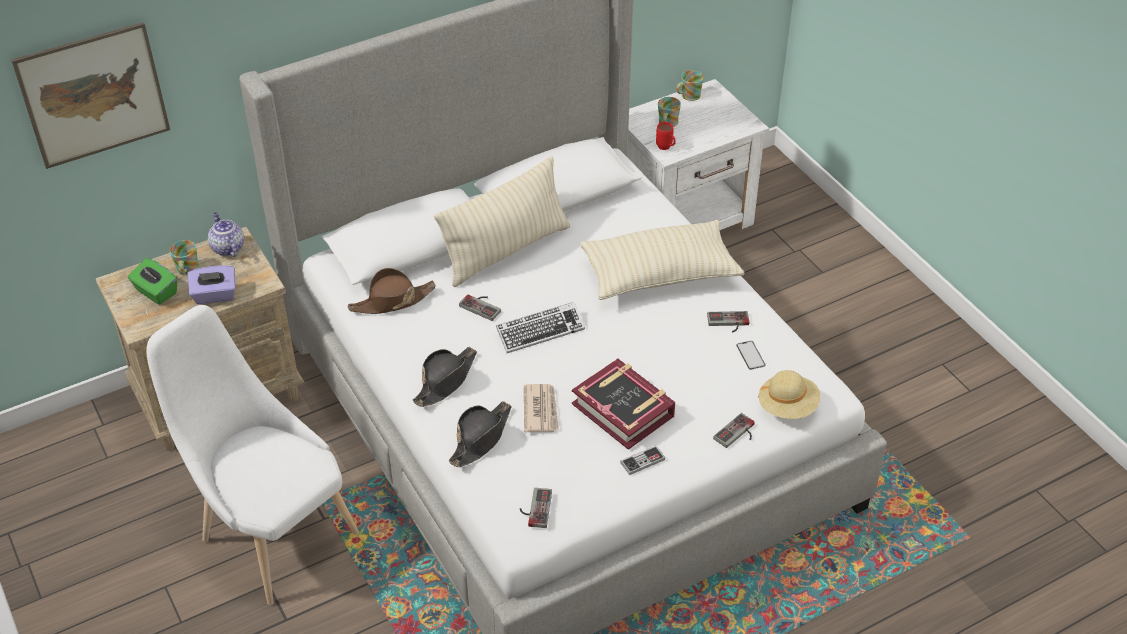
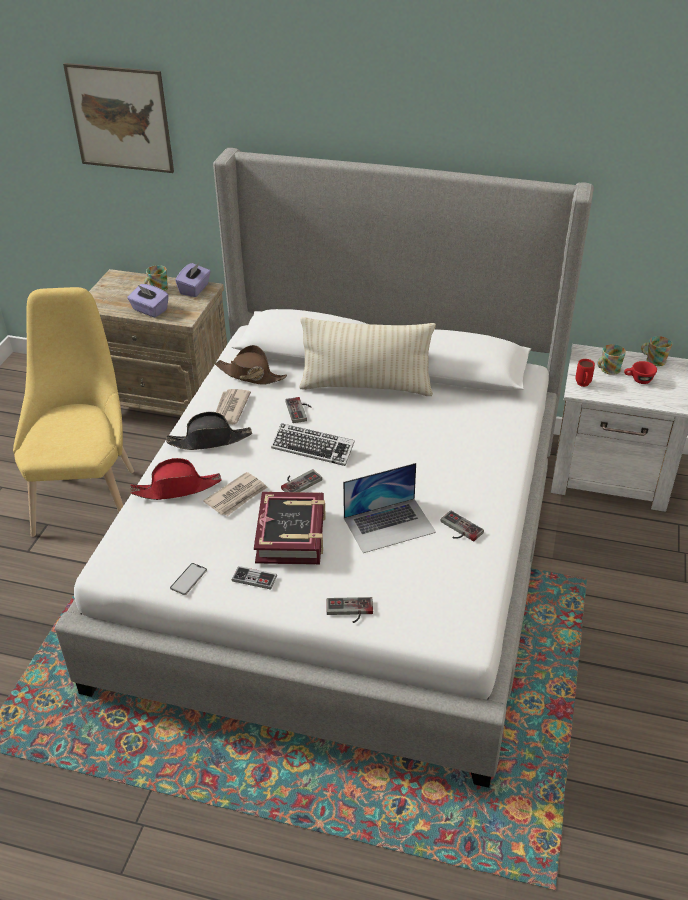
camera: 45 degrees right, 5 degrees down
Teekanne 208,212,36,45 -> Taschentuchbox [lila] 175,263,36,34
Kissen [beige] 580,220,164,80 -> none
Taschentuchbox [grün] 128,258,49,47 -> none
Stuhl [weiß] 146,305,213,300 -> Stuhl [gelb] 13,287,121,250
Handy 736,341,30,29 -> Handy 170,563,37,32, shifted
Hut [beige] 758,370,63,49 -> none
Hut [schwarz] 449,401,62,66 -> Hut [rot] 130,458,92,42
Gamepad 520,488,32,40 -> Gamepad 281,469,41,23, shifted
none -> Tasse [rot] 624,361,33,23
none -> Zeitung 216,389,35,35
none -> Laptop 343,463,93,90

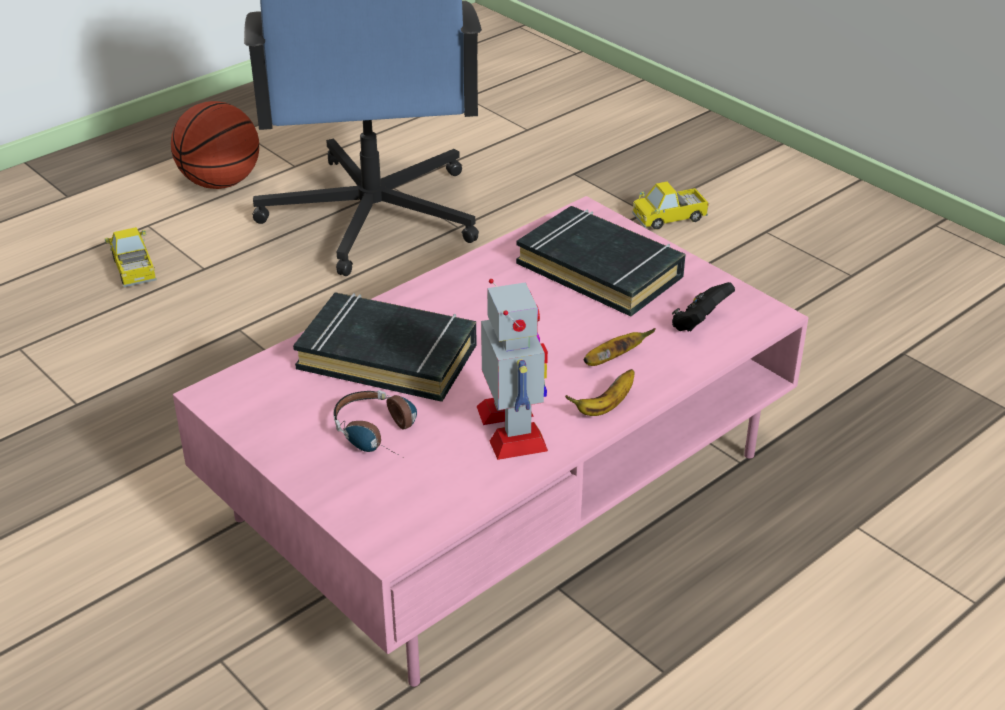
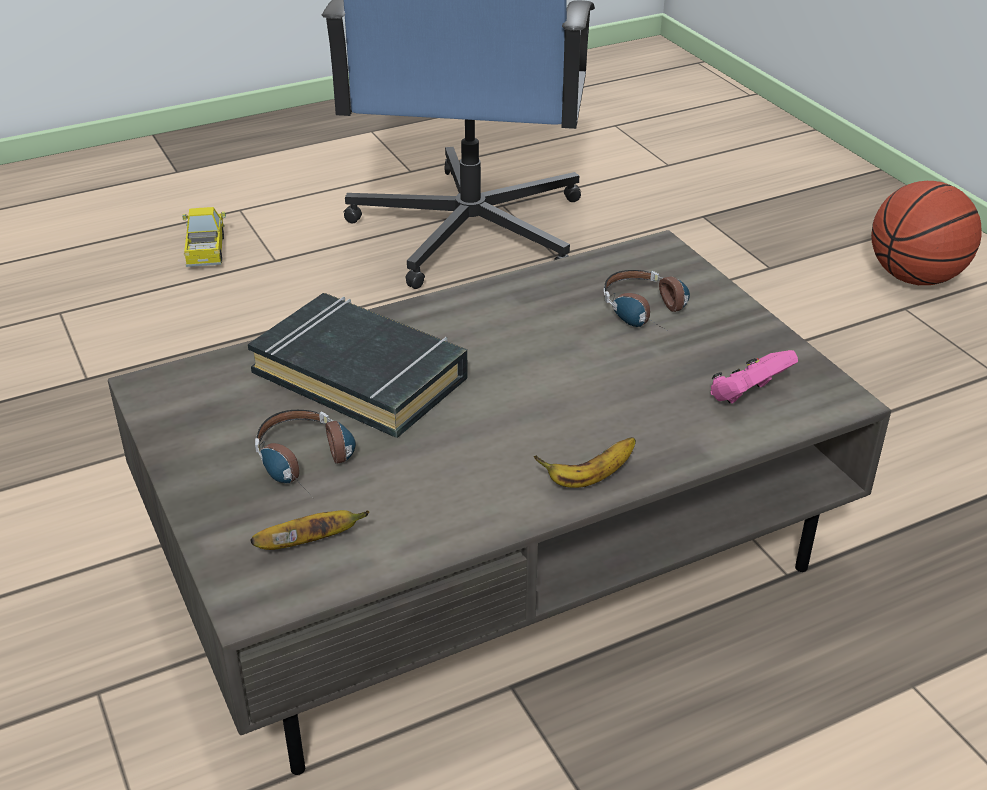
camera: 15 degrees right, 0 degrees up
Basketball 171,101,88,88 -> Basketball 871,181,111,104, shifted
Spielzeuglaster 632,182,77,48 -> none
Couchtisch [rosa] 173,196,635,491 -> Couchtisch [grau] 108,230,783,545
Buch [schwarz] 516,206,170,111 -> Kopfhörer 604,270,86,62
Spielzeugroboter 477,279,71,181 -> none
Gamepad [schwarz] 672,282,63,50 -> Gamepad [rosa] 710,350,88,54
Banane 584,328,71,38 -> Banane 250,510,119,40, shifted

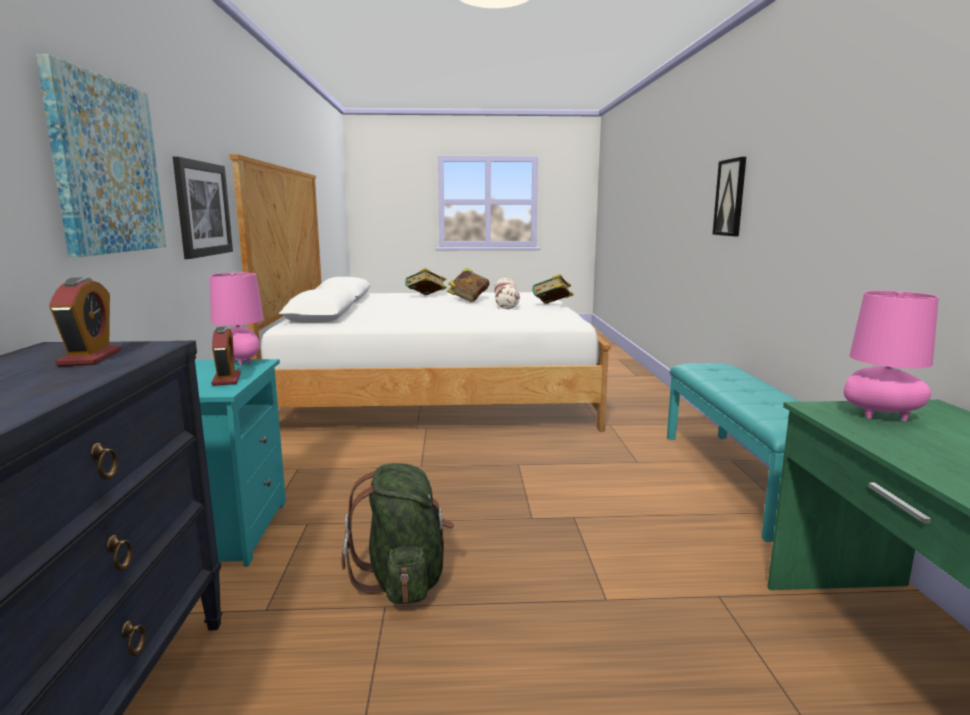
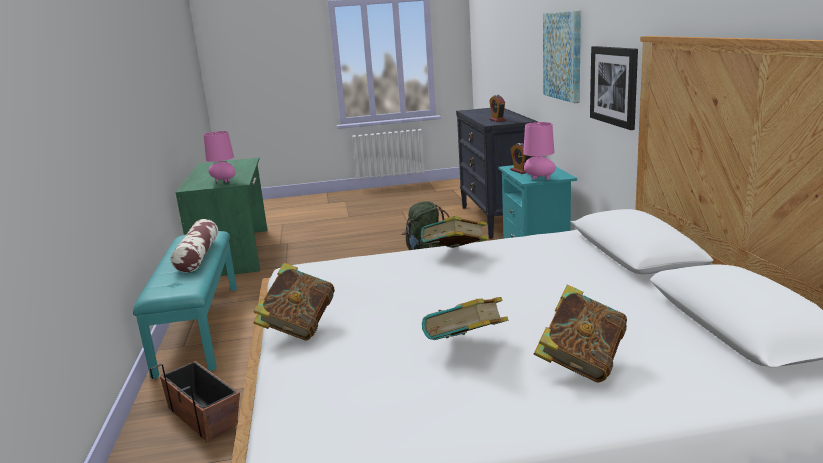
camera: 175 degrees right, 5 degrees up
Bild 712,157,34,79 -> none
Kissen 494,278,26,31 -> Kissen 171,219,47,54, shifted
none -> Buch 421,216,68,32
none -> Pflanzkübel 150,361,90,80

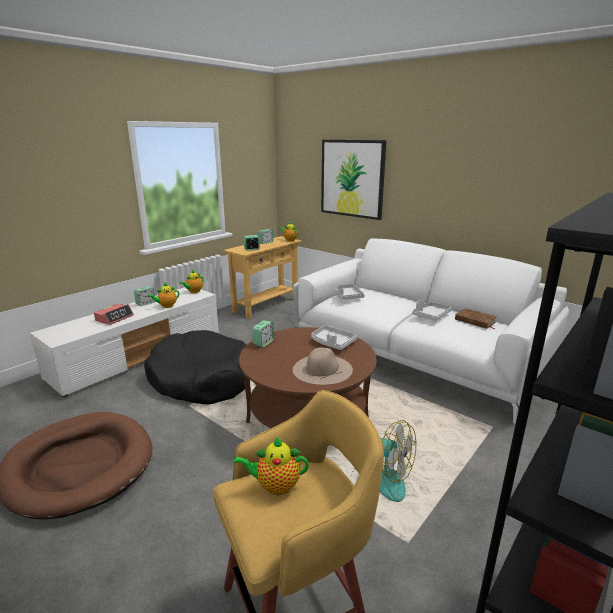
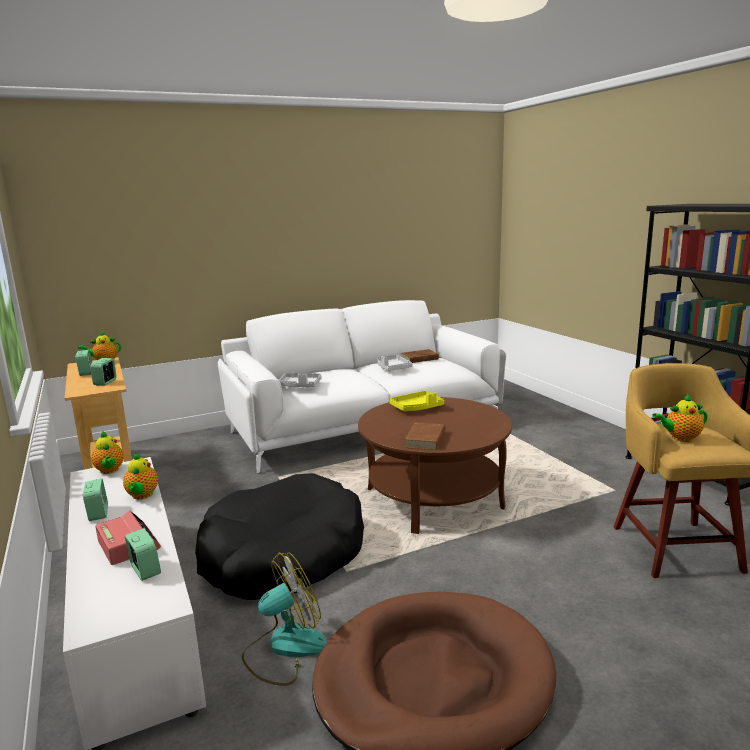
camera: 65 degrees left, 5 degrees down
Bild 321,140,66,80 -> none
Wecker 252,320,22,27 -> Wecker 125,528,36,53, shifted
Tablett [grau] 311,325,46,25 -> Tablett [gelb] 389,391,55,20
Hut [beige] 293,347,60,38 -> none
Ventilator 351,420,65,82 -> Ventilator 242,553,86,133, shifted
Teekanne 233,437,76,58 -> Teekanne 652,394,56,48, 60 degrees clockwise
none -> Buch [braun] 404,422,41,28

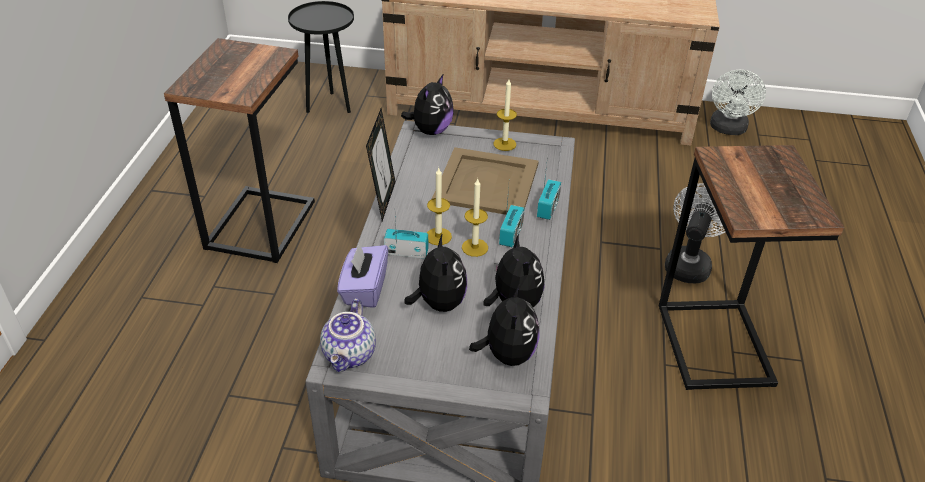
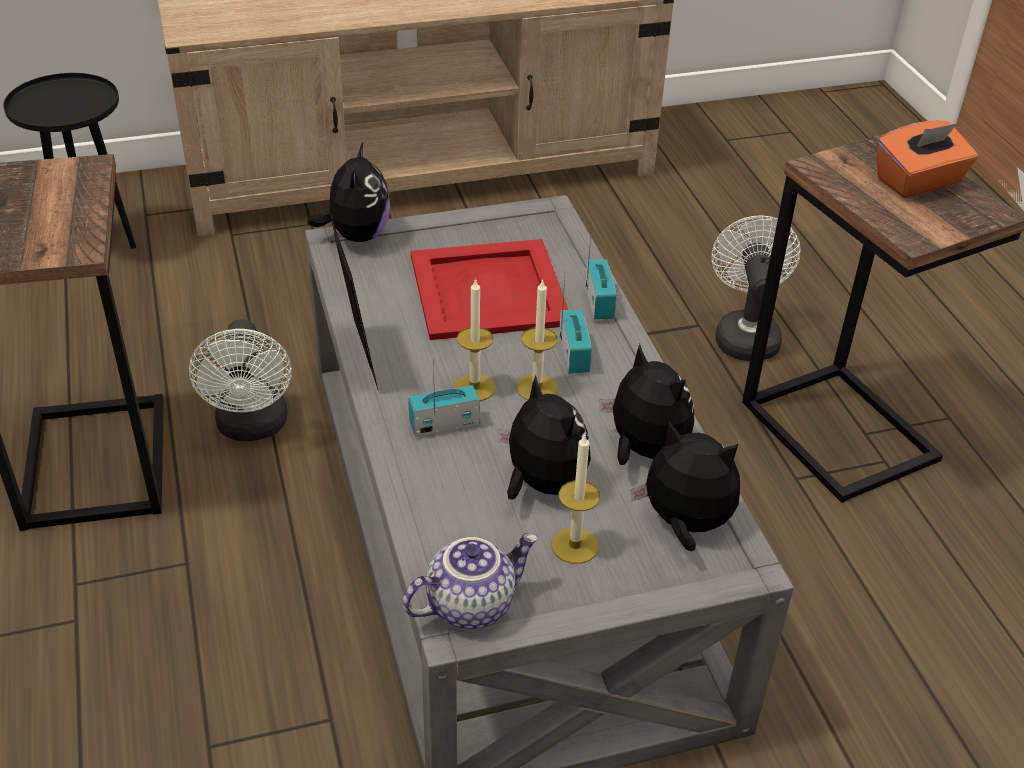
camera: 25 degrees left, 0 degrees up
Ventilator [weiß] 710,70,56,65 -> Ventilator [weiß] 189,319,103,122, shifted
Kerze 494,79,23,72 -> Kerze 552,433,48,131, shifted
Tablett [beige] 432,147,107,68 -> Tablett [rot] 411,239,157,101
Taschentuchbox [lila] 337,243,51,65 -> none
Plüschtier 469,284,71,82 -> Plüschtier 631,421,109,130, 45 degrees counterclockwise
Teekanne 320,298,56,74 -> Teekanne 402,533,136,96, 105 degrees counterclockwise
none -> Taschentuchbox [orange] 877,120,101,78

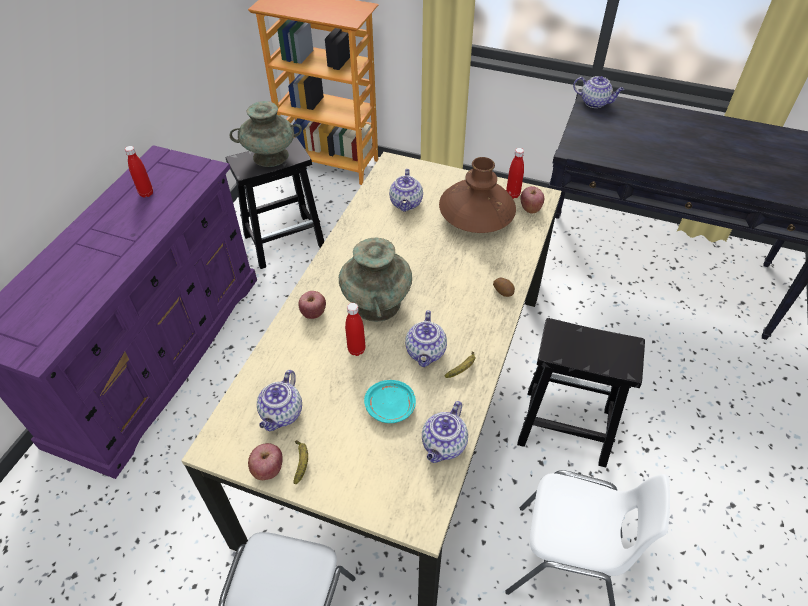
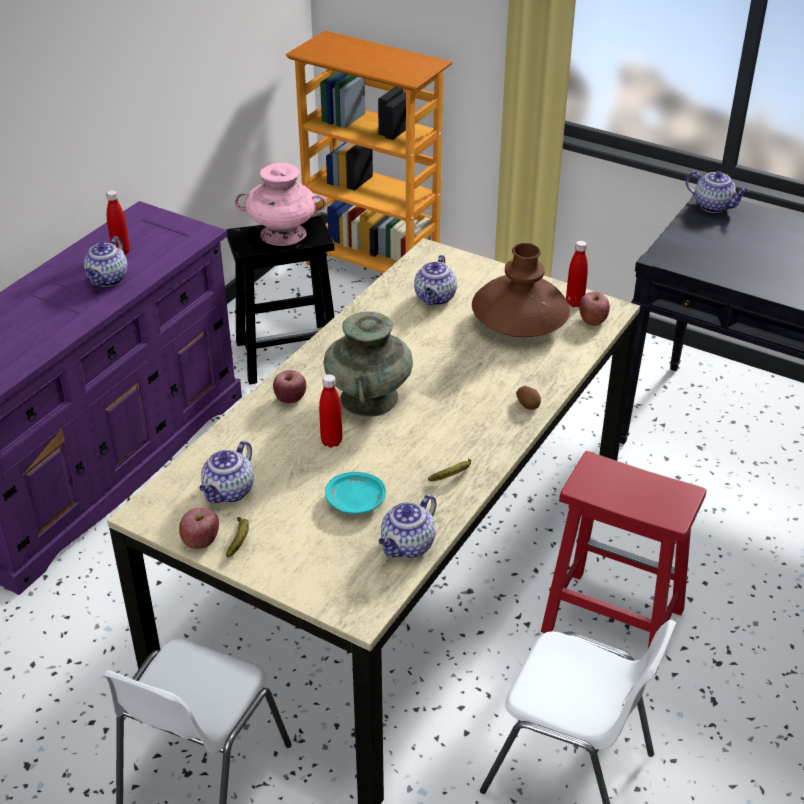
camera: 10 degrees right, 10 degrees down
Vase [türkis] 229,101,73,66 -> Vase [rosa] 234,163,93,83
Teekanne 405,310,42,57 -> Teekanne 84,236,44,51, shifted
Hocker [schwarz] 517,318,128,149 -> Hocker [rot] 541,451,165,223

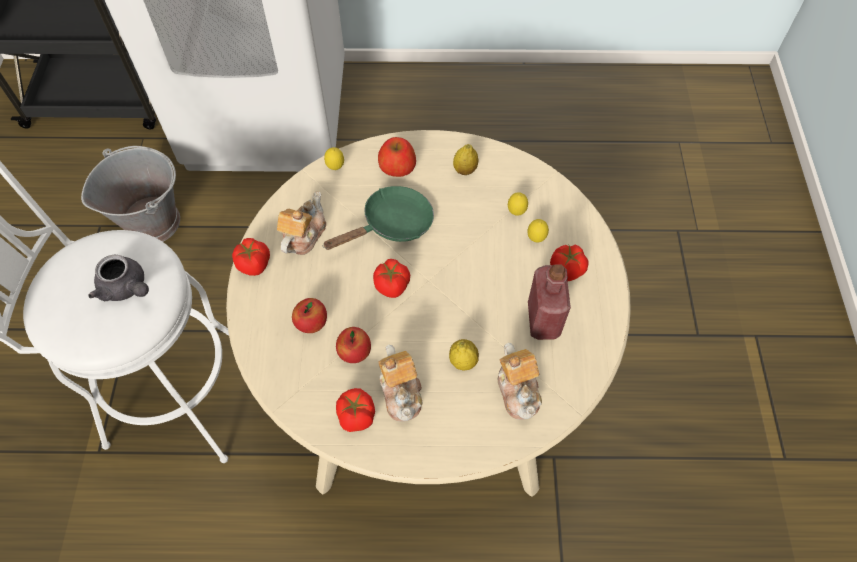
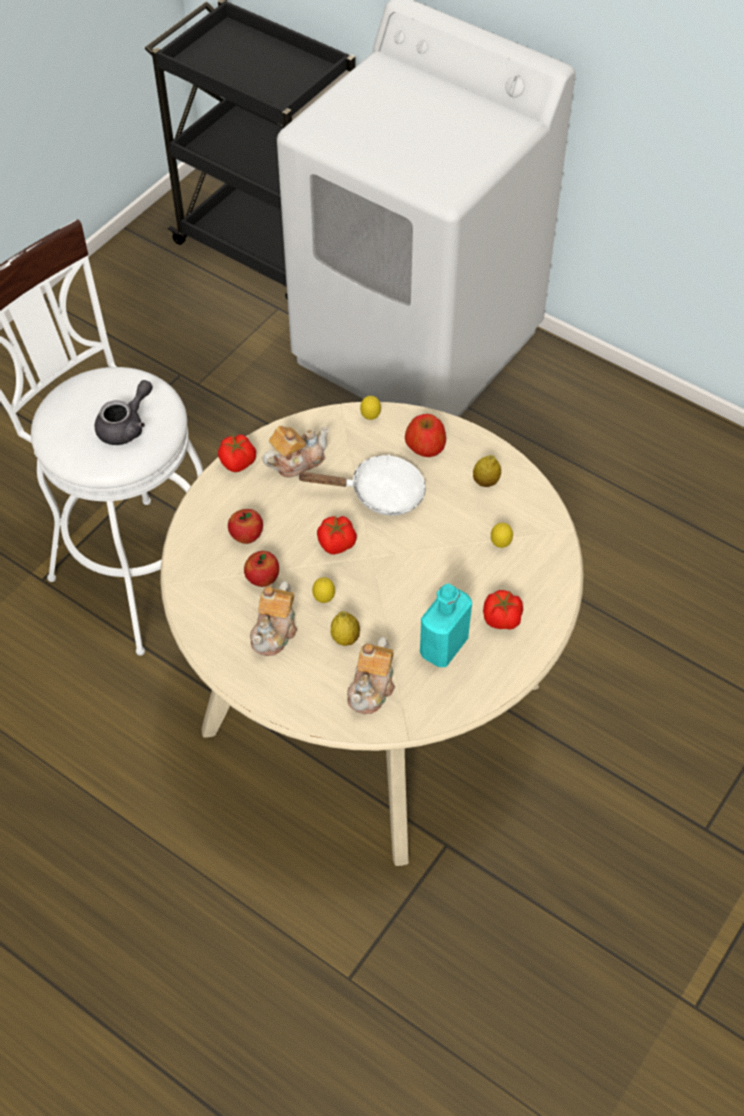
camera: 35 degrees right, 5 degrees down
Eimer [grau] 81,146,99,96 -> none
Pfanne [grün] 323,186,111,64 -> Pfanne [weiß] 297,455,129,61
Zitrone 527,219,22,24 -> Zitrone 312,577,23,26, shifted
Teekanne [grau] 88,255,61,46 -> Teekanne [grau] 95,380,58,65, 120 degrees counterclockwise
Flasche [rot] 528,265,43,75 -> Flasche [türkis] 420,583,52,84
Tomate 336,388,39,44 -> none

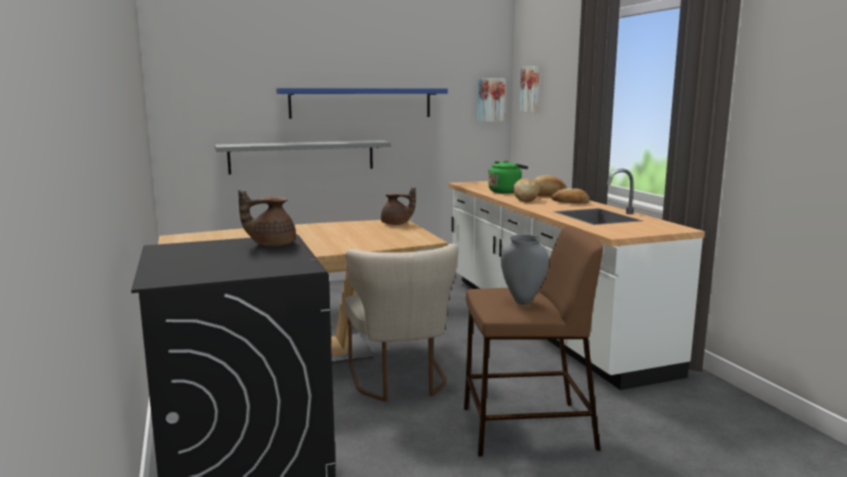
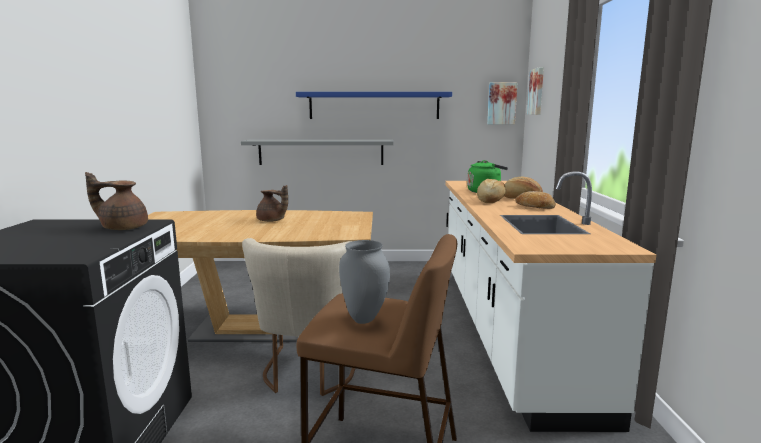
camera: 20 degrees right, 0 degrees up
Teekanne [braun] 381,187,35,38 -> Teekanne [braun] 256,185,32,37, shifted

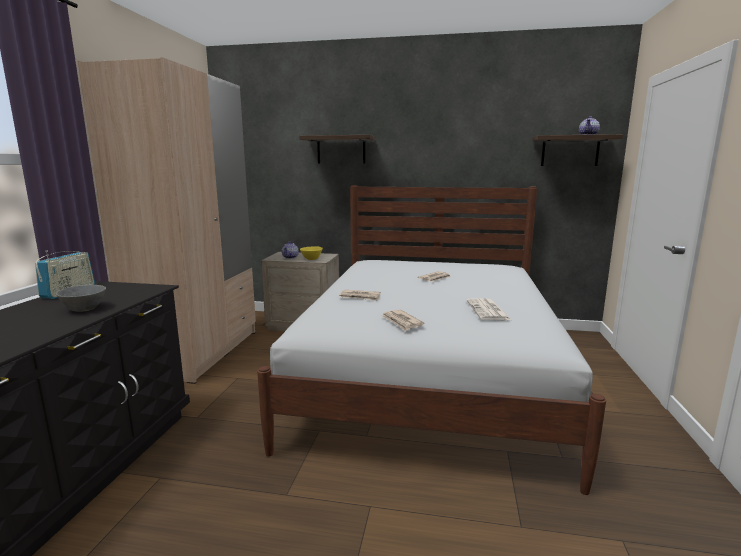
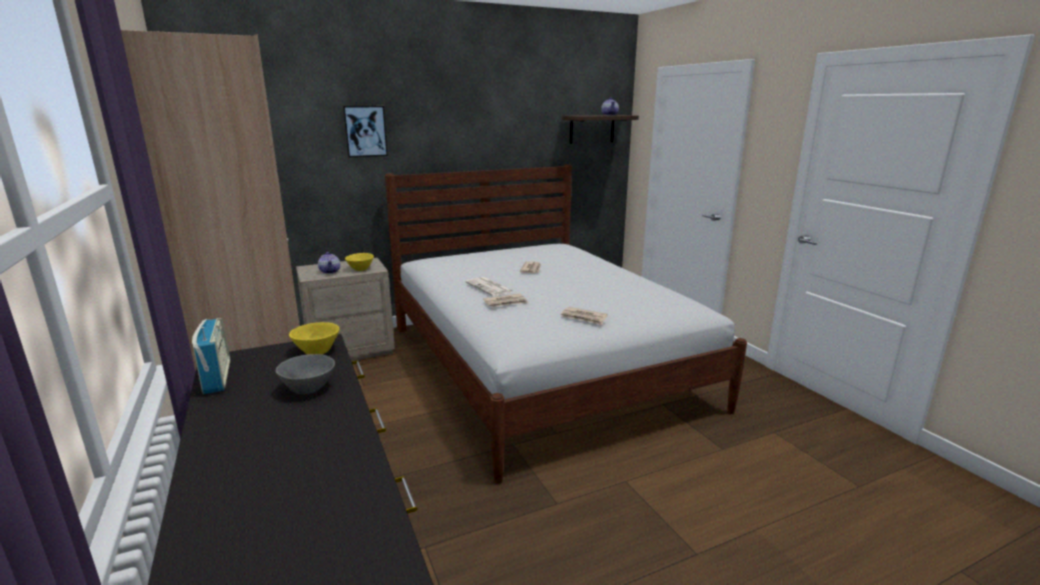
camera: 35 degrees left, 5 degrees up
Wandregal 299,135,76,29 -> Bild 343,106,45,51
Zeitung 467,298,44,22 -> Zeitung 465,277,49,19, shifted
none -> Schüssel [gelb] 289,322,50,32

